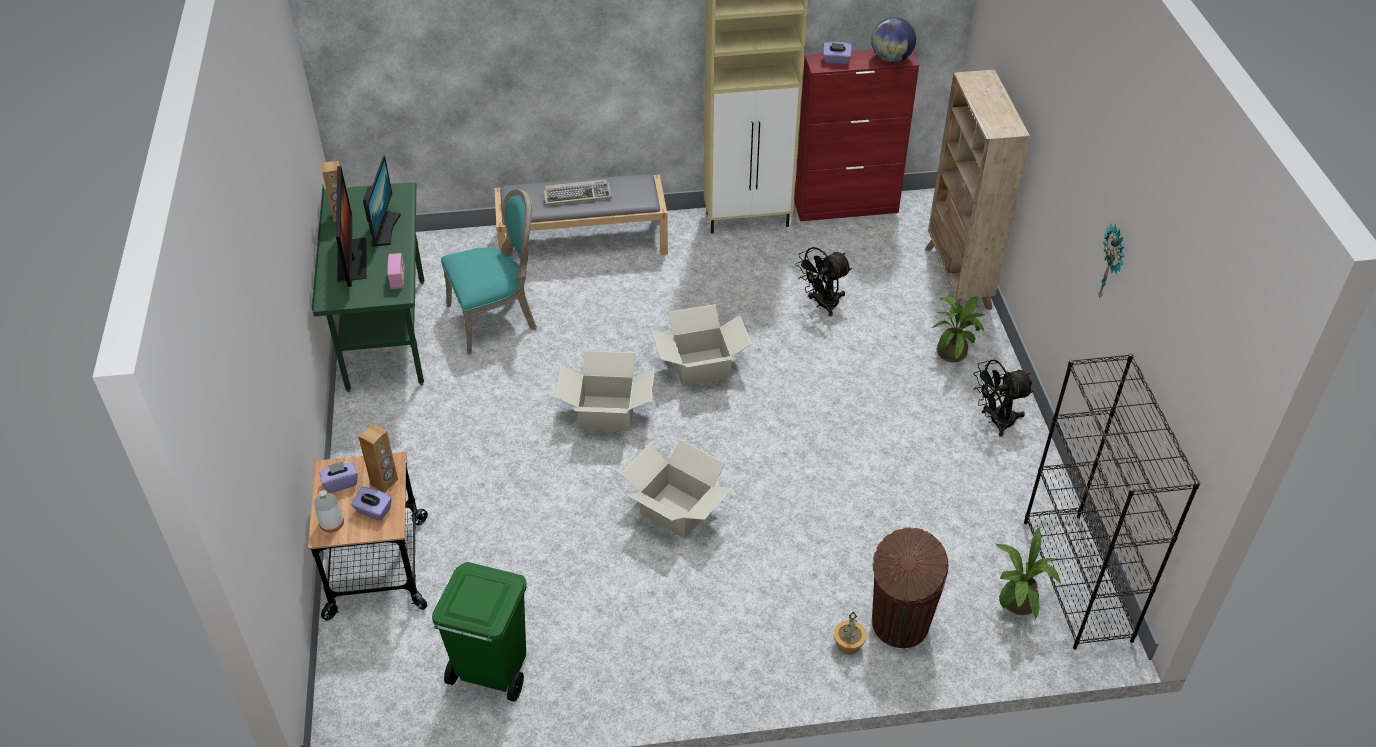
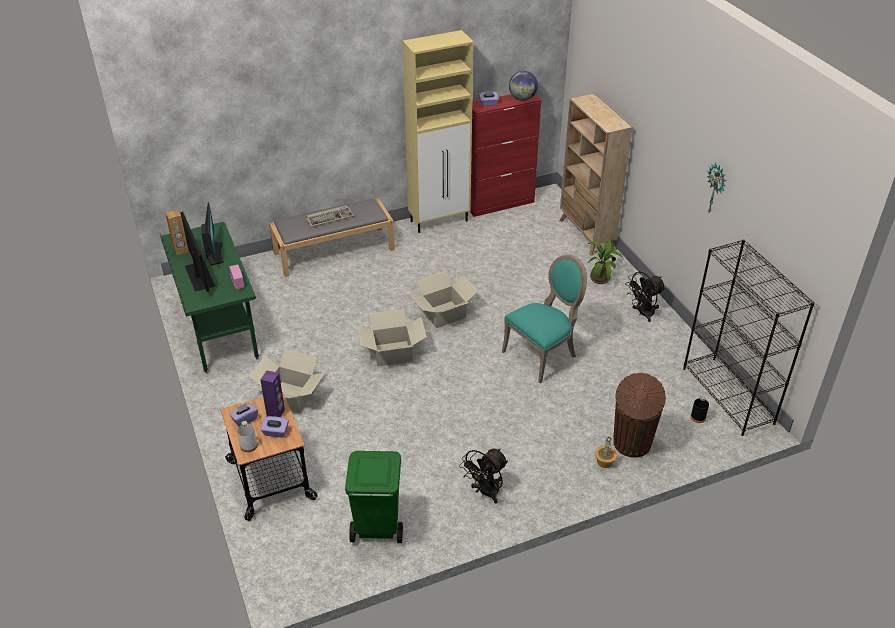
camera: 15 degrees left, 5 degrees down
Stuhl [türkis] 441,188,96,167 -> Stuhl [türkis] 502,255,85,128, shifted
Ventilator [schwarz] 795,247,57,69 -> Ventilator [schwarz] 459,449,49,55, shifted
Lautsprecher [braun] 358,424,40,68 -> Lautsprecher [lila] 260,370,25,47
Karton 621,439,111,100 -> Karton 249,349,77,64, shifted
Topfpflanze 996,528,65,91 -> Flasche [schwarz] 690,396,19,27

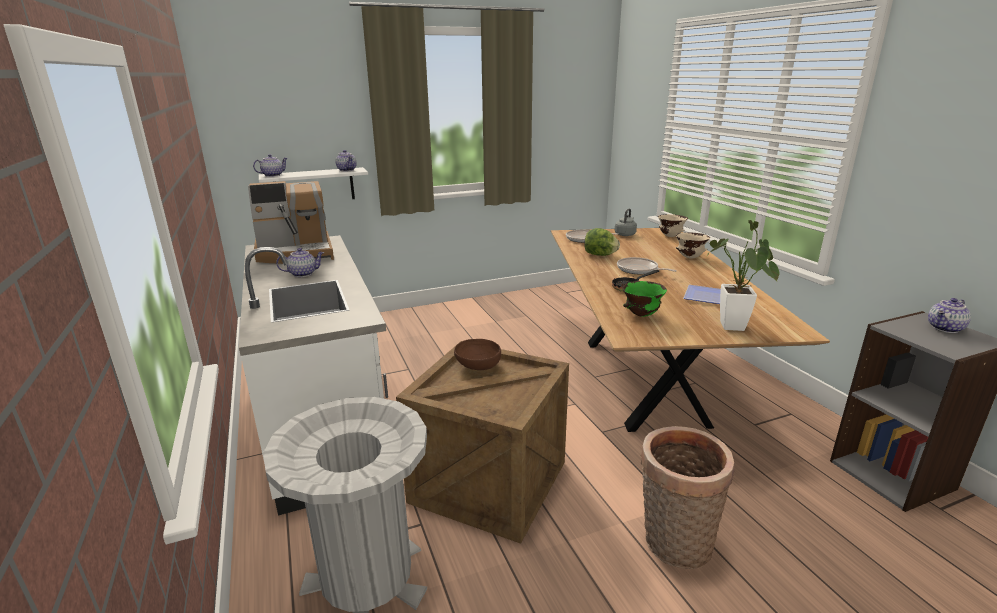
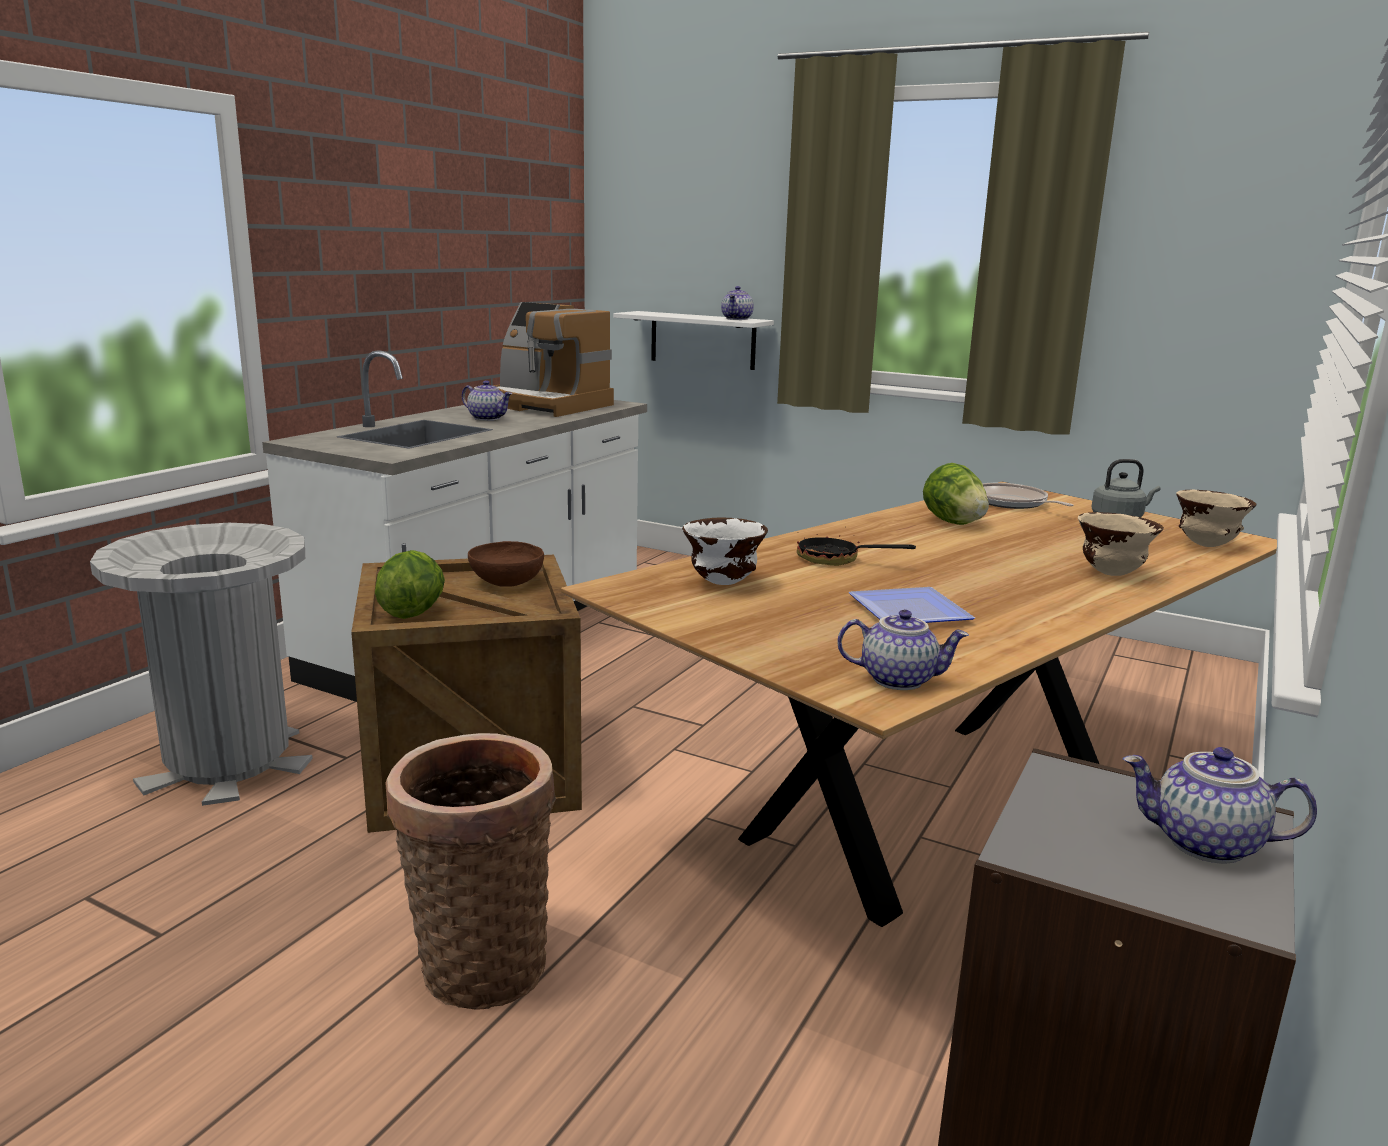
camera: 50 degrees right, 5 degrees down
Teekanne 253,154,35,23 -> Teekanne 837,610,132,80, shifted
Topfpflanze 707,220,73,111 -> none
Pfanne 617,257,60,17 -> none
Schüssel [grün] 622,281,45,36 -> Schüssel [weiß] 682,518,86,67
none -> Salatkopf 375,550,70,69

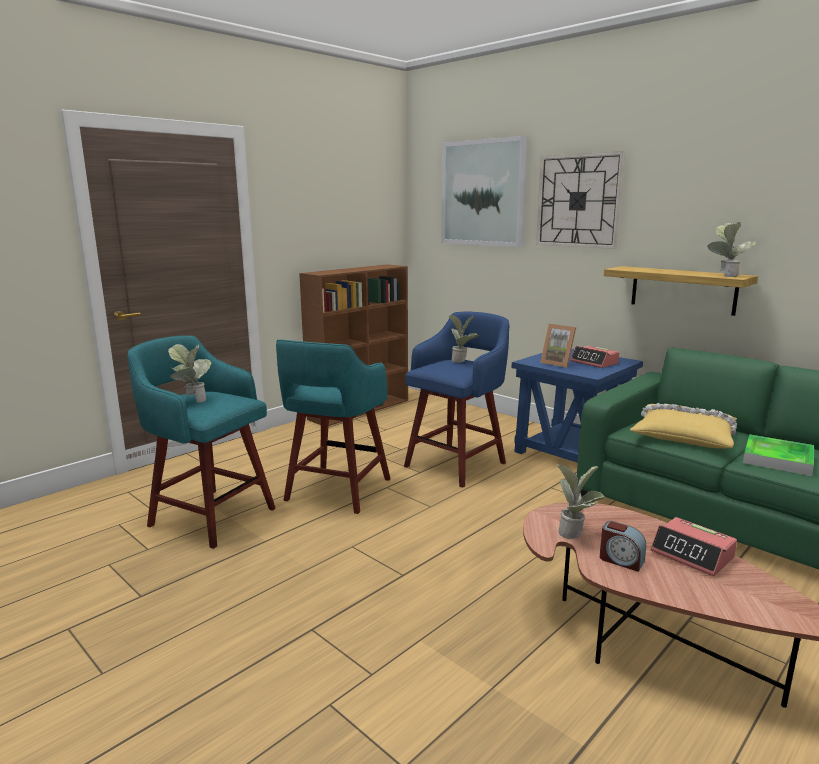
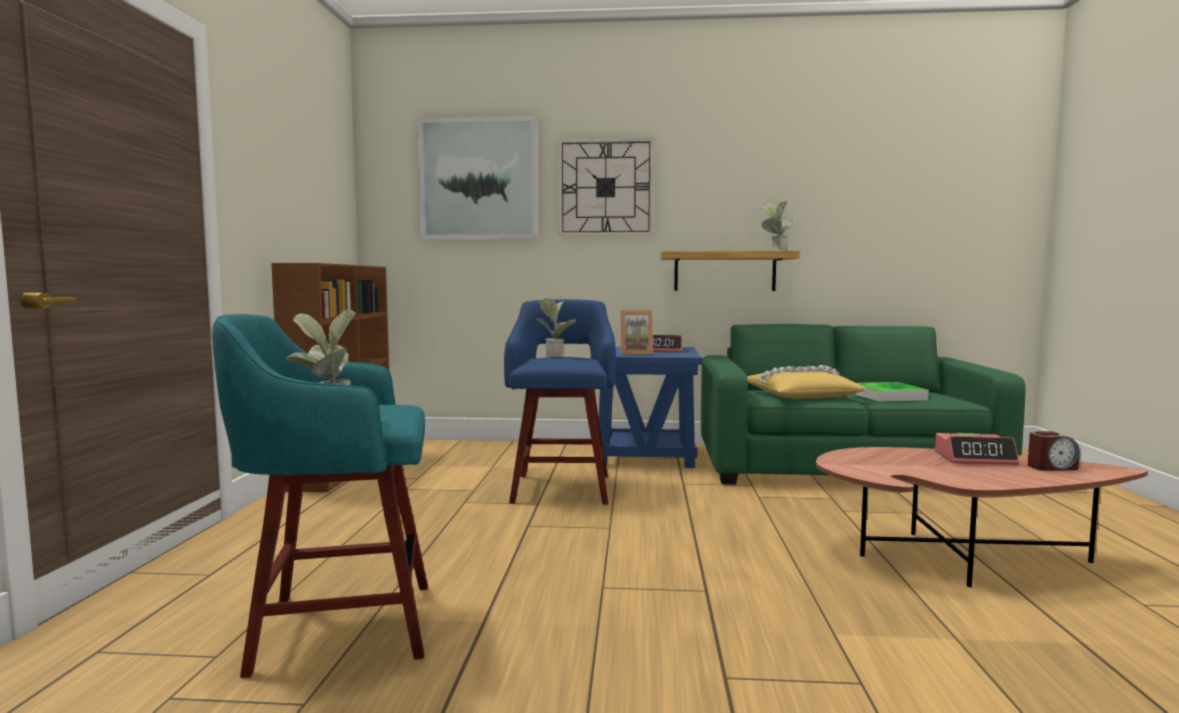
camera: 40 degrees left, 10 degrees down
Hocker [türkis] 276,340,114,174 -> none
Topfpflanze 557,463,49,76 -> none
Wecker 600,521,46,51 -> Wecker 1028,431,51,40, shifted

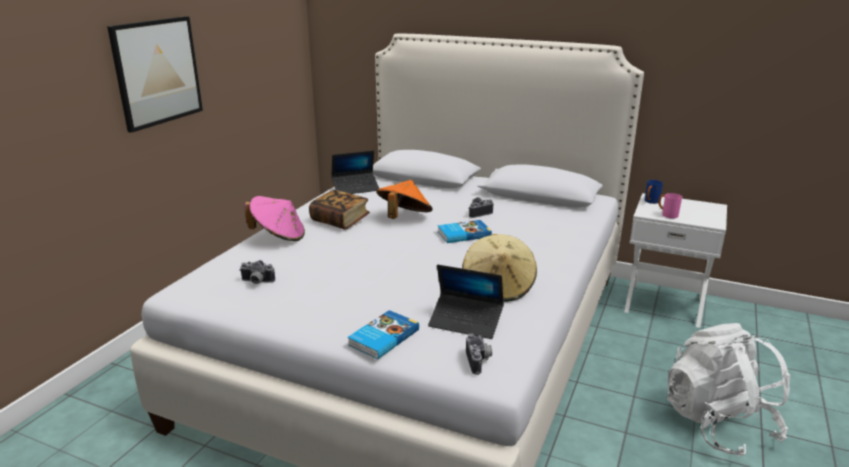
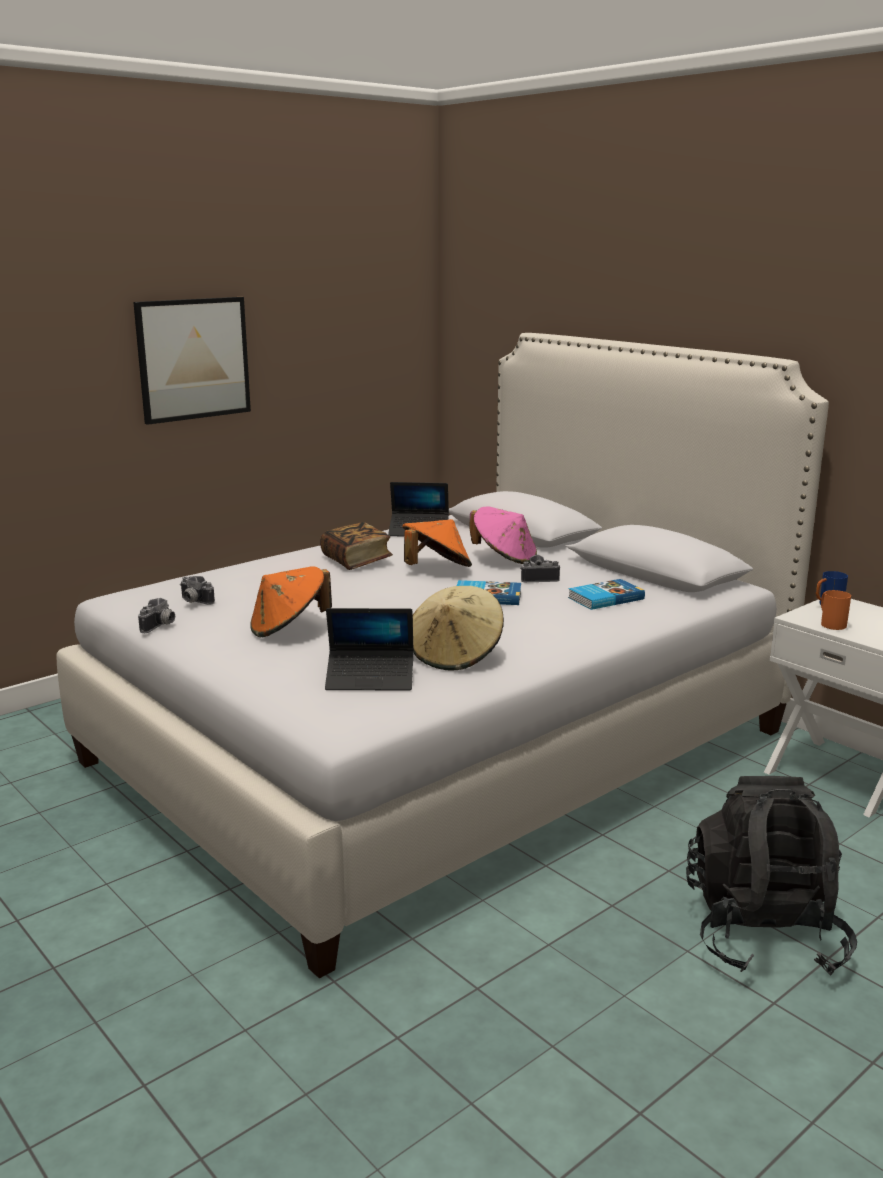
camera: 25 degrees right, 5 degrees down
Henkelbecher [rosa] 658,193,24,26 -> Henkelbecher [orange] 821,590,30,40
Hut [rosa] 244,196,61,45 -> Hut [rosa] 469,506,68,58, shifted
Laptop 428,265,76,74 -> Laptop 325,608,89,83, 45 degrees counterclockwise
Buch 347,310,72,49 -> Buch 568,579,77,31, shifted
Rucksack [weiß] 667,323,123,134 -> Rucksack [schwarz] 686,776,171,199
Kamera 466,333,26,42 -> Kamera 138,598,37,35, shifted
none -> Hut [orange] 250,566,82,72

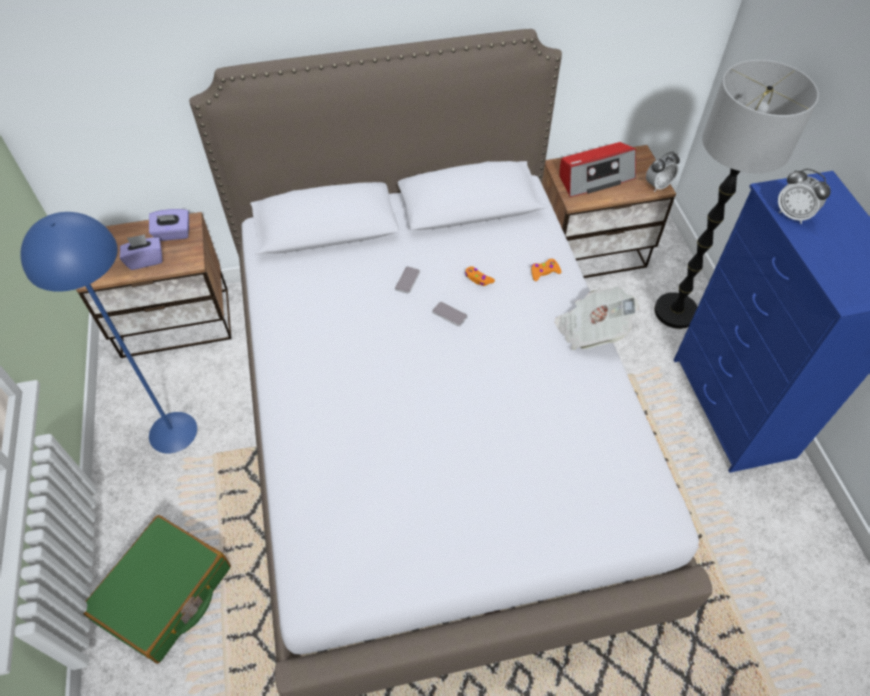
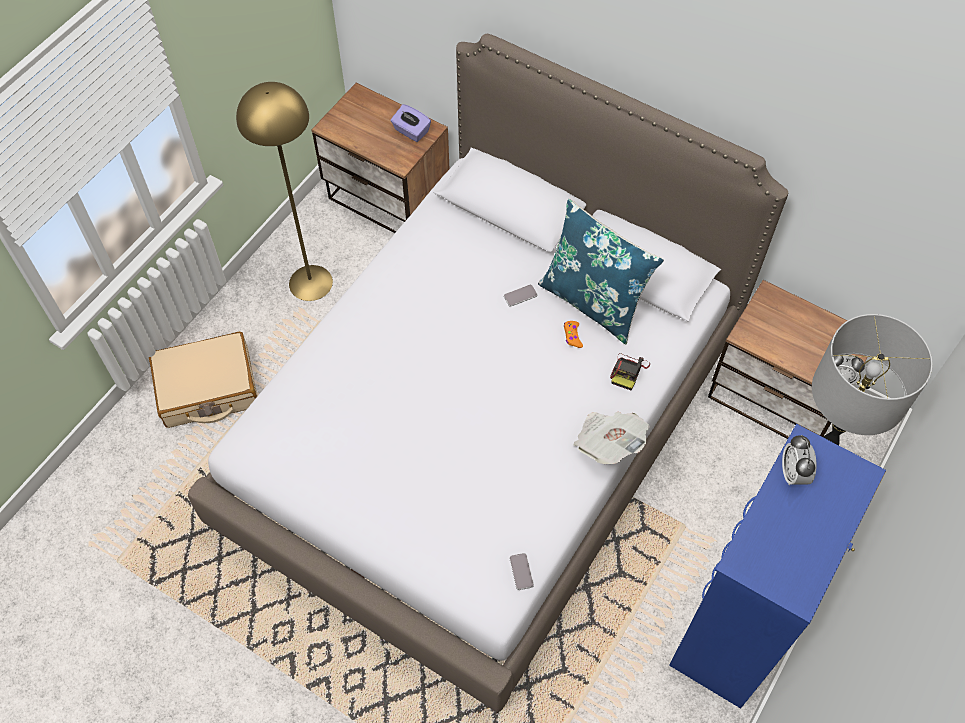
camera: 45 degrees right, 5 degrees up
Radio 560,142,76,55 -> none
Stehlampe [blau] 21,212,176,242 -> Stehlampe [gelb] 236,82,97,219
Taschentuchbox [lila] 120,234,42,36 -> none
Gamepad [orange] 531,259,30,22 -> Kamera 610,353,40,38
Handy 432,302,36,24 -> Handy 510,553,24,37, shifted
Koffer [grün] 83,515,148,149 -> Koffer [beige] 149,332,109,96
none -> Kissen [blau] 538,199,126,145

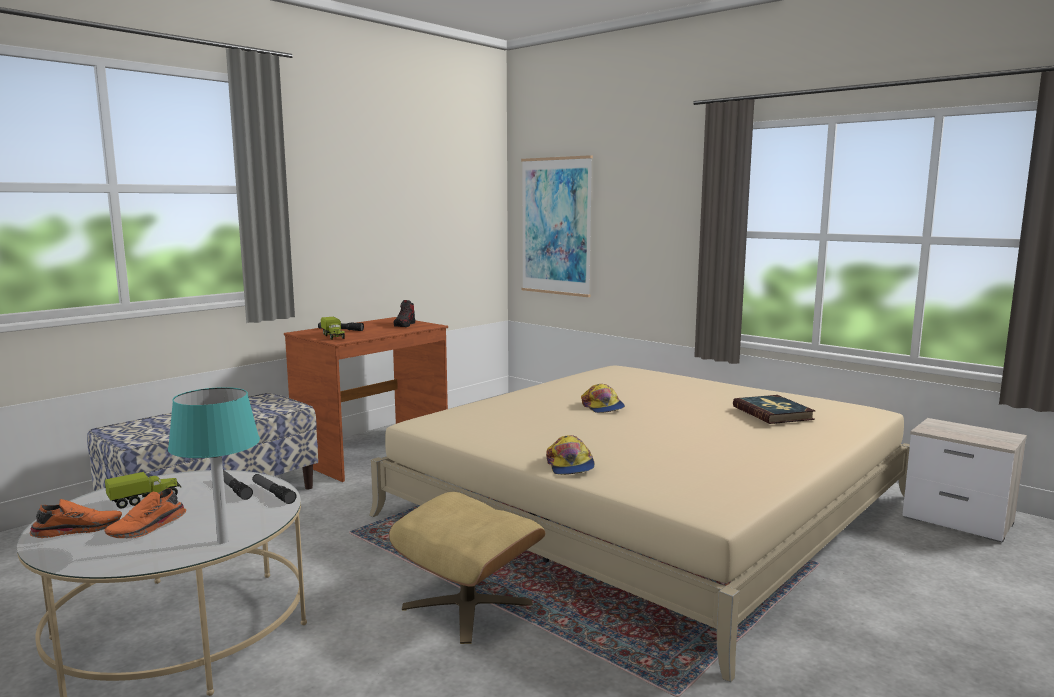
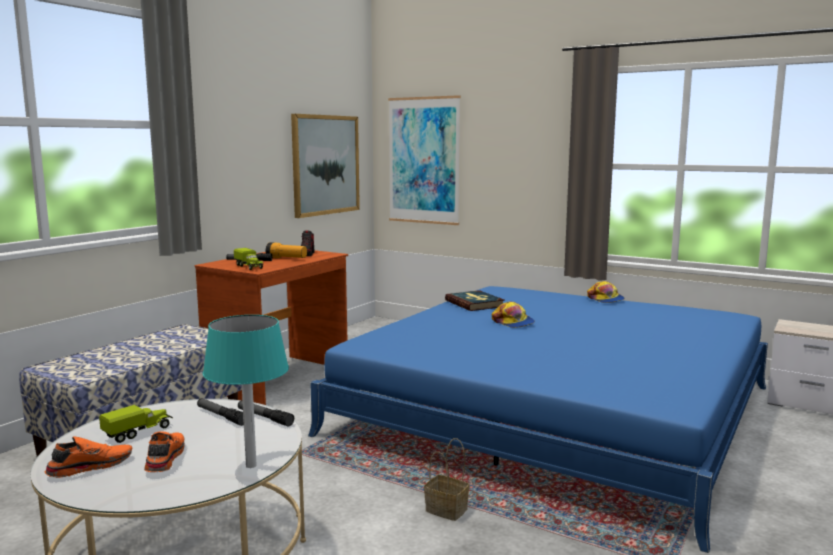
camera: 10 degrees left, 0 degrees up
Bett [beige] 369,366,541,316 -> Bett [blau] 308,286,460,267
Buch 733,395,82,29 -> Buch 445,290,59,21, shifted
Kappe 546,435,49,40 -> Kappe 587,281,38,22, shifted
Schuh [orange] 104,488,82,50 -> Schuh [orange] 144,431,41,41, 150 degrees clockwise
Polsterhocker [beige] 389,492,156,152 -> Korb 424,438,45,83
none -> Bild 291,114,69,104
none -> Taschenlampe 266,242,41,16

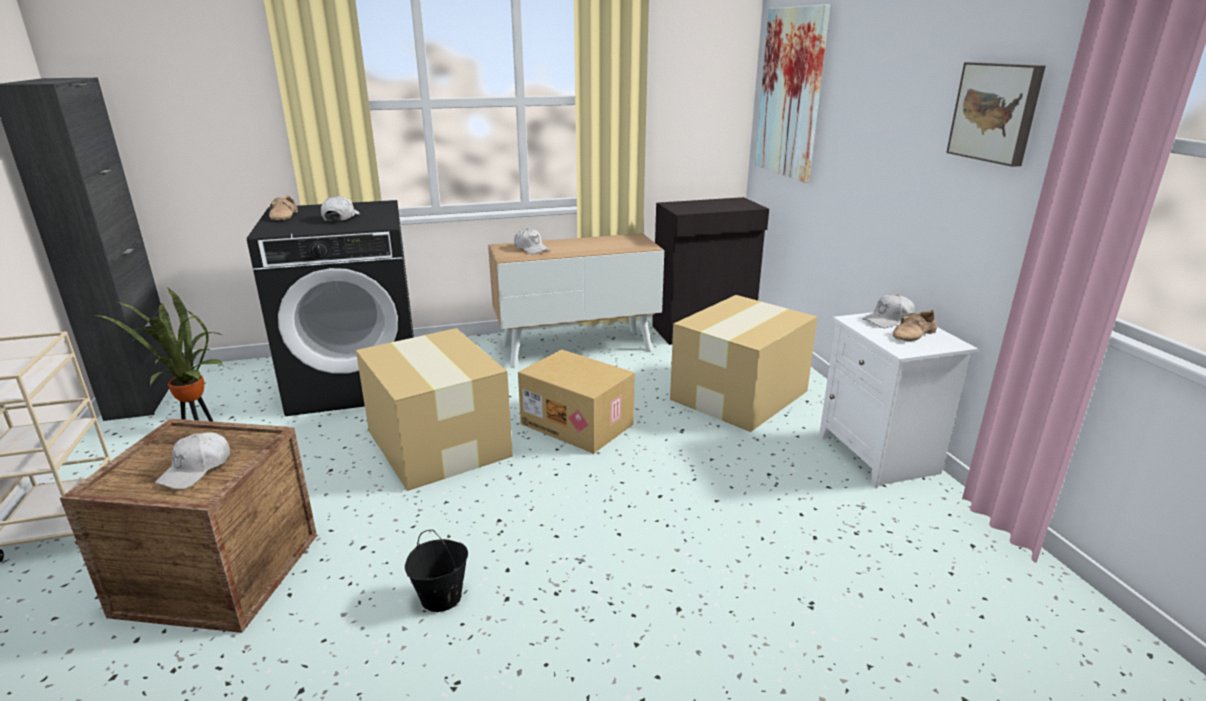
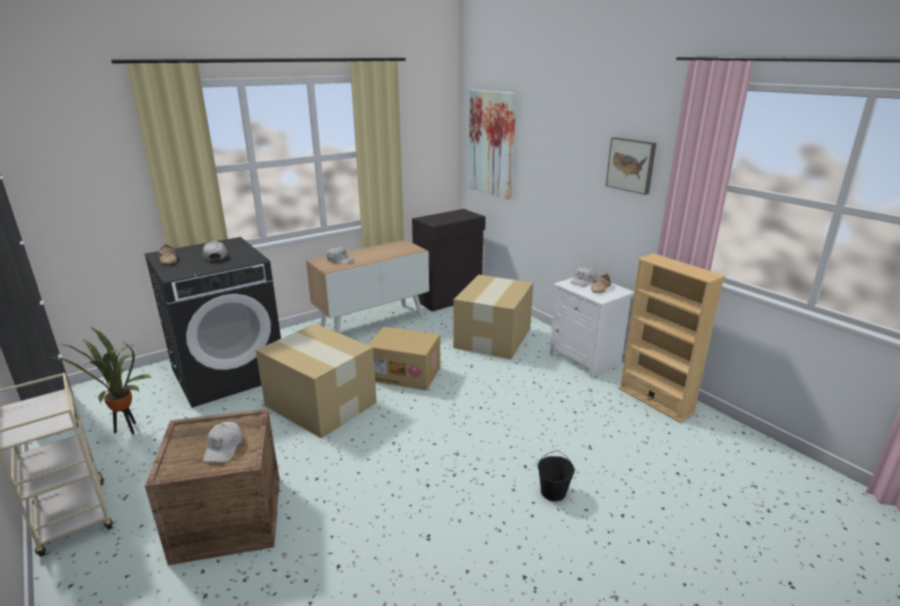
camera: 20 degrees left, 0 degrees up
Eimer [schwarz] 405,530,63,82 -> Eimer [schwarz] 538,450,37,51, shifted
none -> Bücherregal [beige] 618,253,108,170

